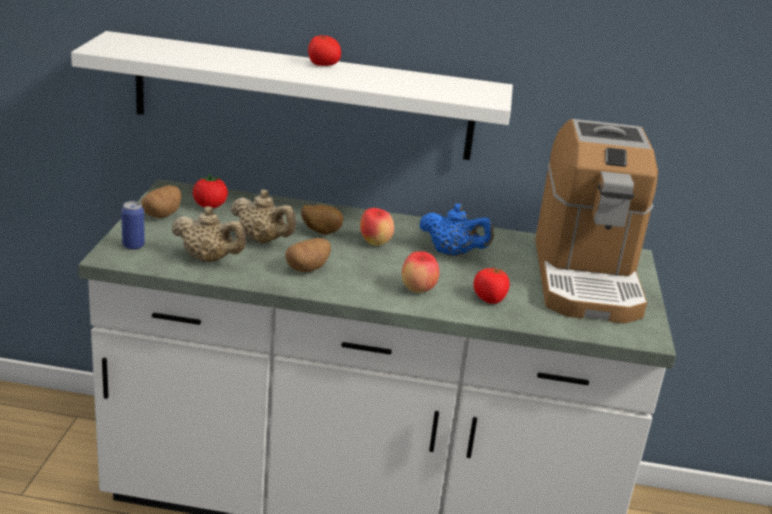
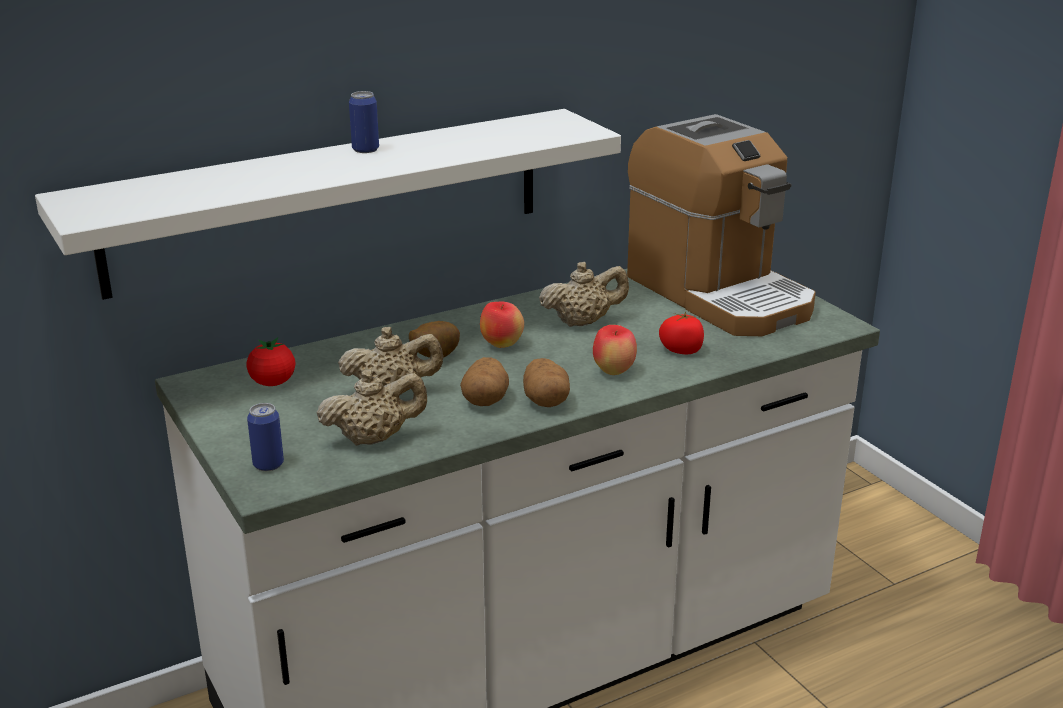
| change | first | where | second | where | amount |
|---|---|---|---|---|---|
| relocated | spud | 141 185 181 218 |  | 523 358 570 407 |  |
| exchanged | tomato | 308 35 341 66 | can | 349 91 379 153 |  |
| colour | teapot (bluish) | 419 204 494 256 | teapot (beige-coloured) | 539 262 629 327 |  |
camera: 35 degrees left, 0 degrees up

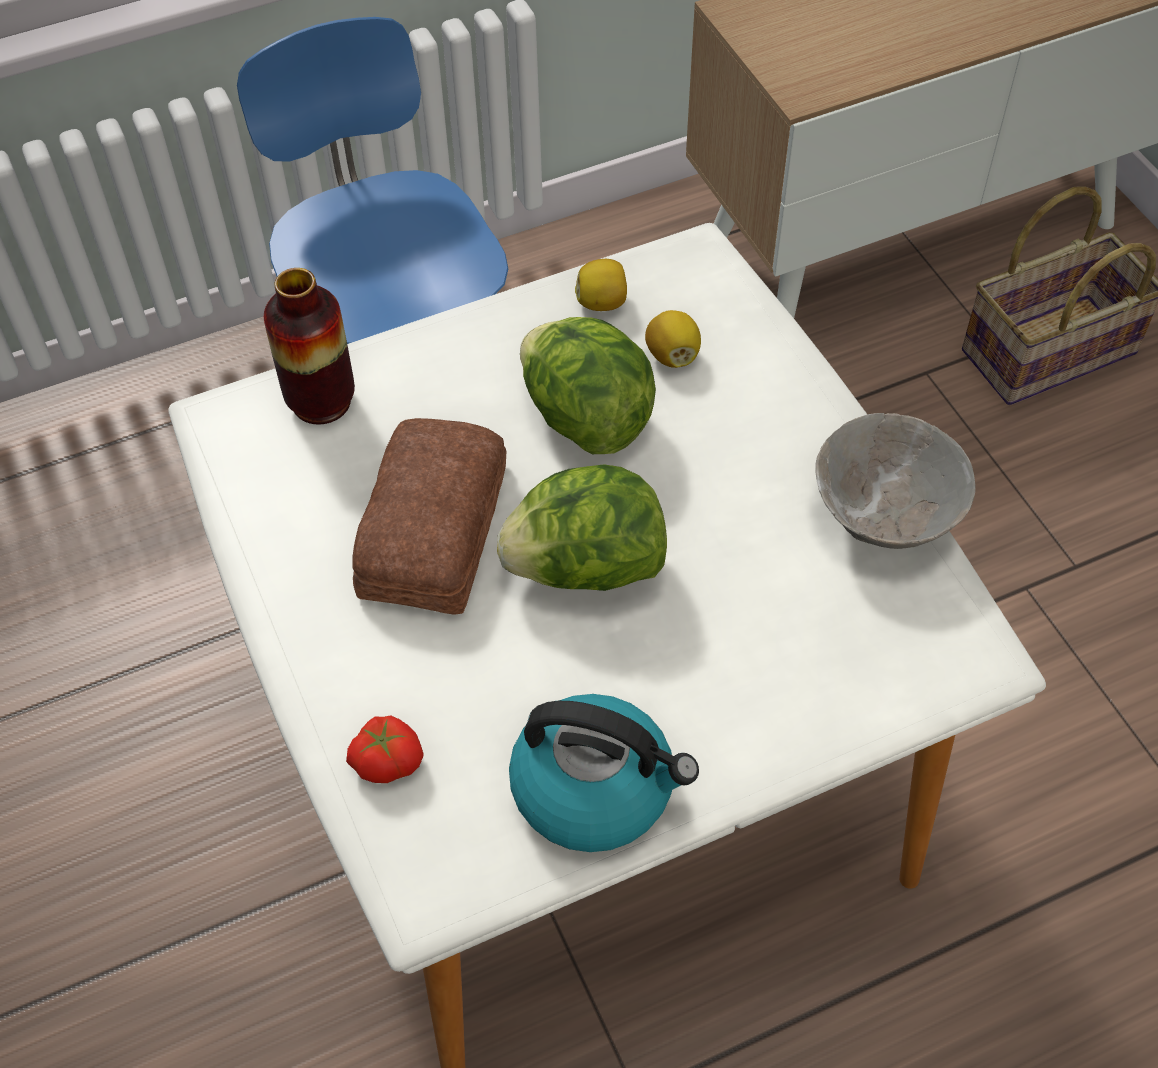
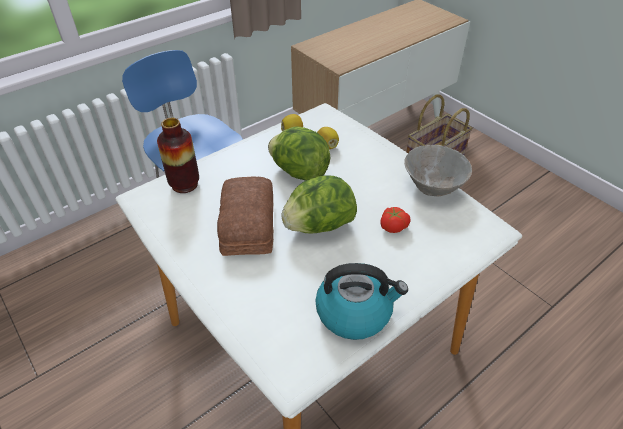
| change | first | where | second | where | amount |
|---|---|---|---|---|---|
| relocated | tomato | 346 715 424 783 |  | 380 207 411 233 |  |
camera: 15 degrees left, 10 degrees down

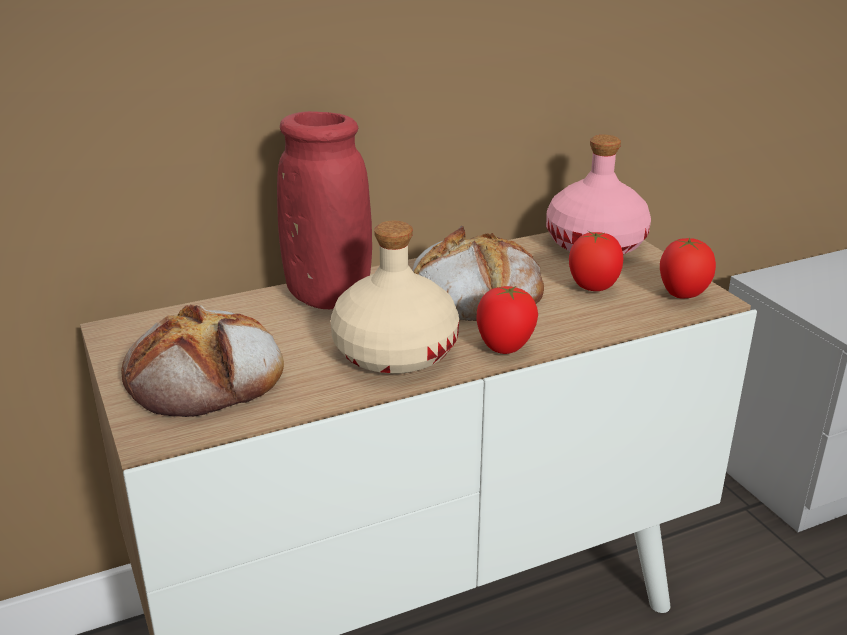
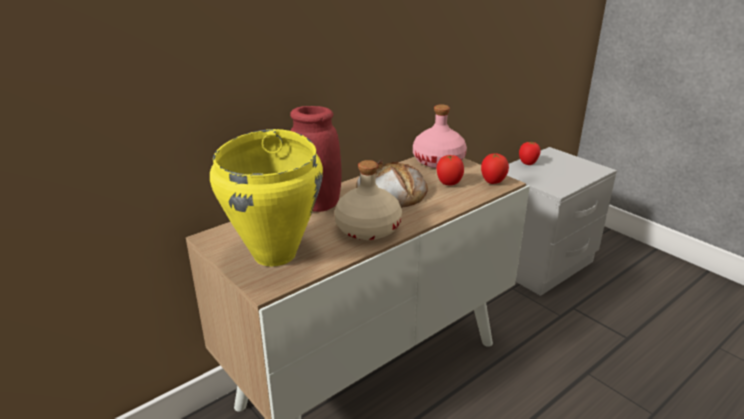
| change | first | where | second | where | amount |
|---|---|---|---|---|---|
| relocated | tomato | 477 286 538 354 |  | 519 142 540 165 |  |
| exchanged | baked bread | 121 305 284 417 | cooking pot (yellowish) | 210 129 323 266 |  |
camera: 15 degrees left, 0 degrees up

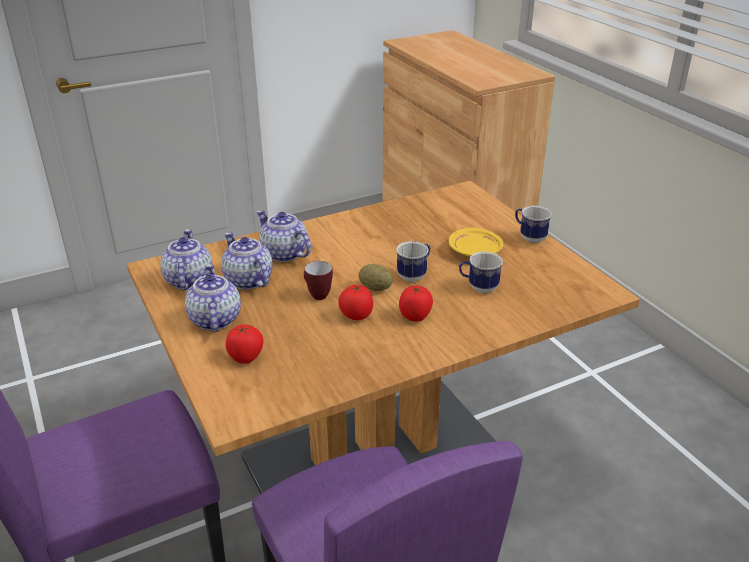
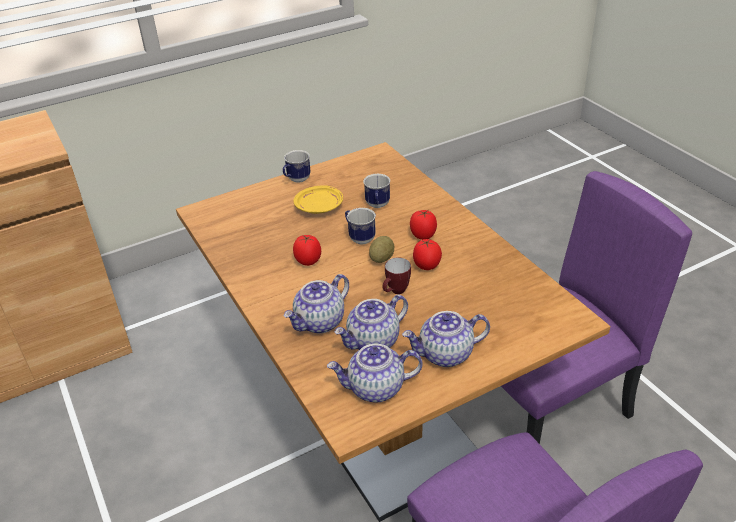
| change | first | where | second | where | amount |
|---|---|---|---|---|---|
| relocated | tomato | 226 324 263 364 |  | 293 235 321 266 |  |
camera: 90 degrees left, 5 degrees up

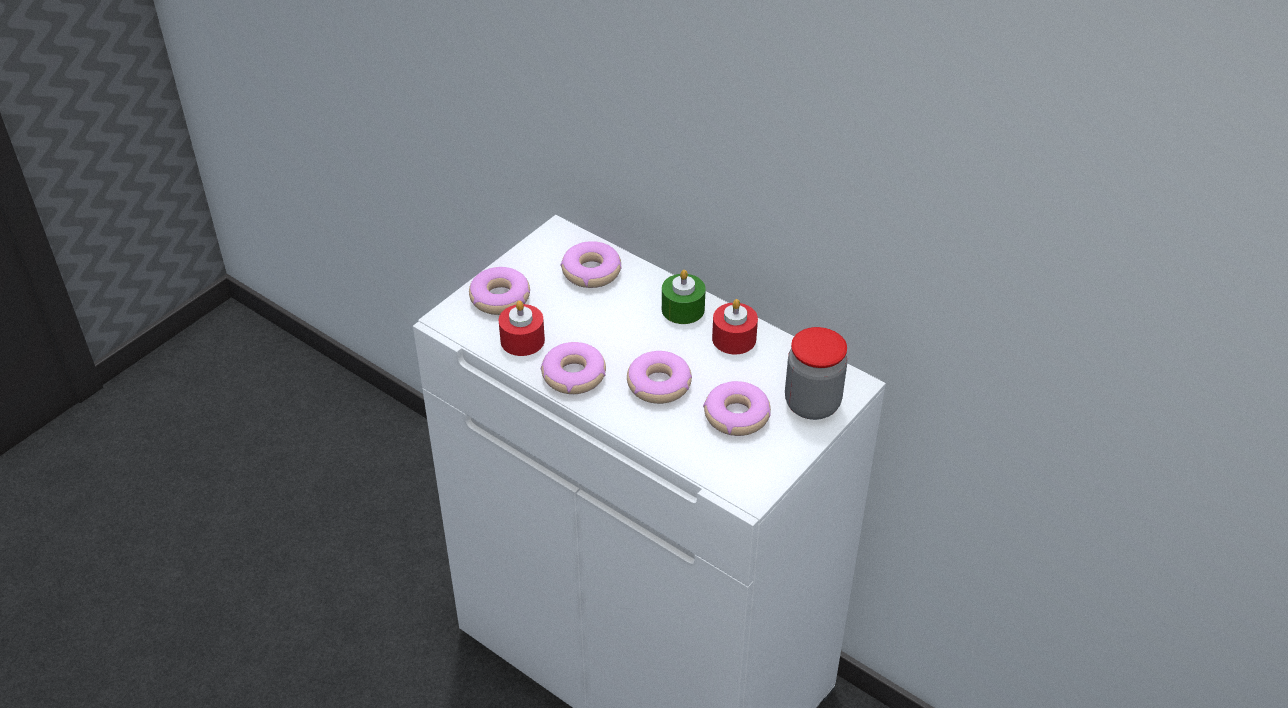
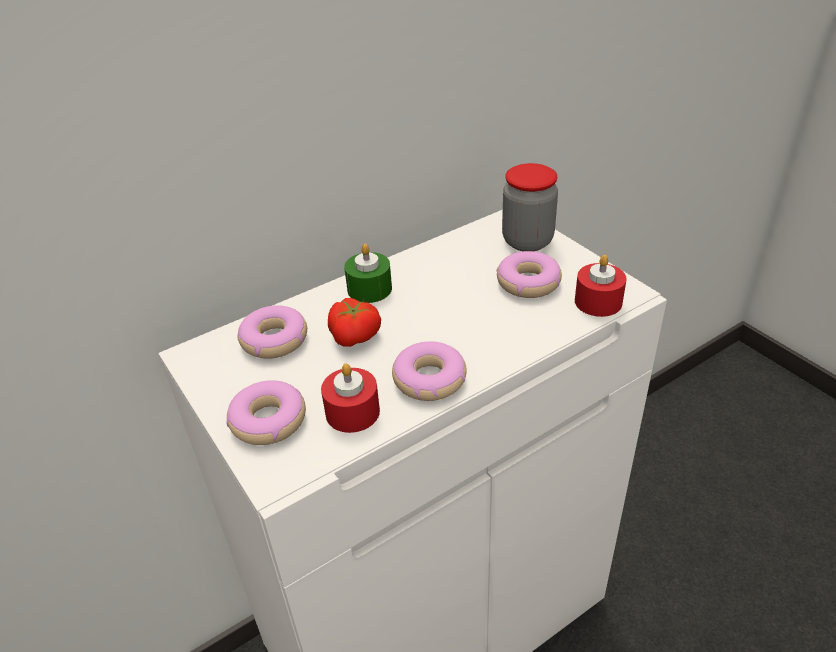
| change | first | where | second | where | amount |
|---|---|---|---|---|---|
| missing | donut | 627 351 692 404 |  |  |  |
| appeared |  |  | tomato | 328 298 381 347 |  |
| relocated | candle (red) | 712 299 758 354 |  | 575 255 627 317 |  |
camera: 70 degrees left, 5 degrees down

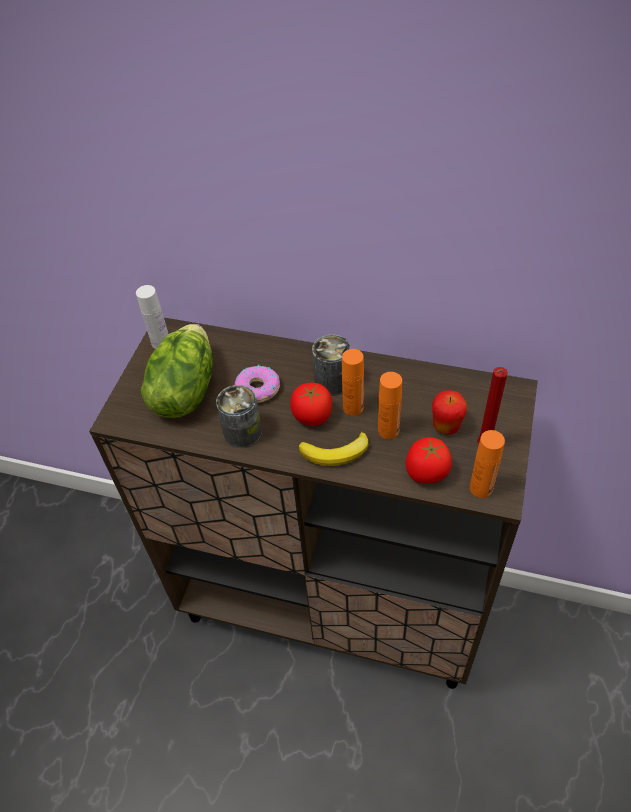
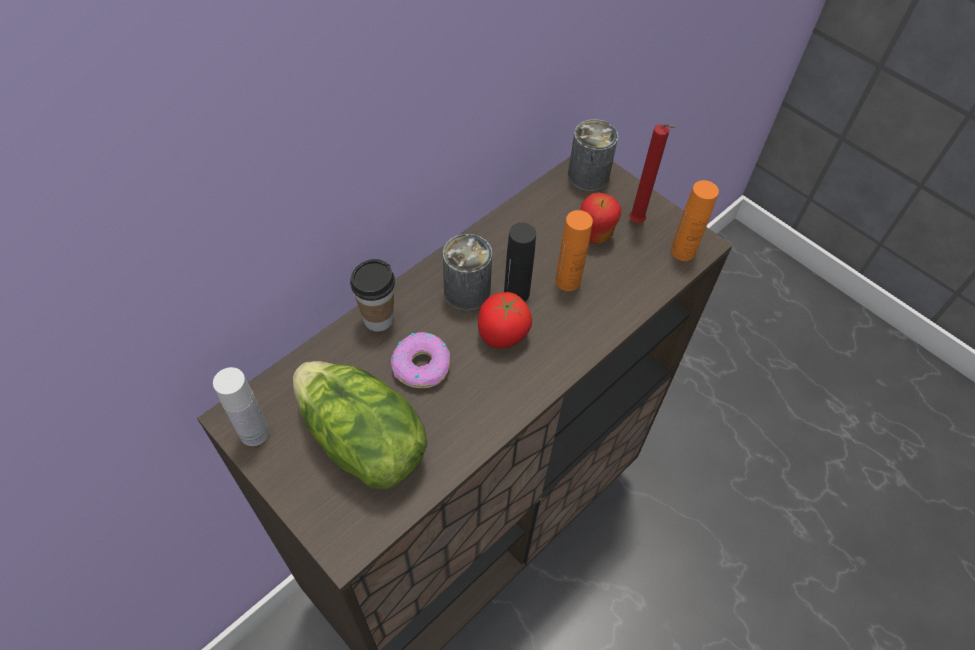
| change | first | where | second | where | amount |
|---|---|---|---|---|---|
| missing | banana | 299 432 368 466 |  |  |  |
| missing | tomato | 405 437 452 484 |  |  |  |
| appeared |  |  | small cup | 350 259 395 332 |  |
| relocated | can | 216 385 262 448 |  | 568 119 618 191 |  |
| colour | drink bottle (orangey) | 342 349 364 416 | drink bottle (blackish) | 504 223 536 301 |  |
camera: 65 degrees left, 5 degrees up

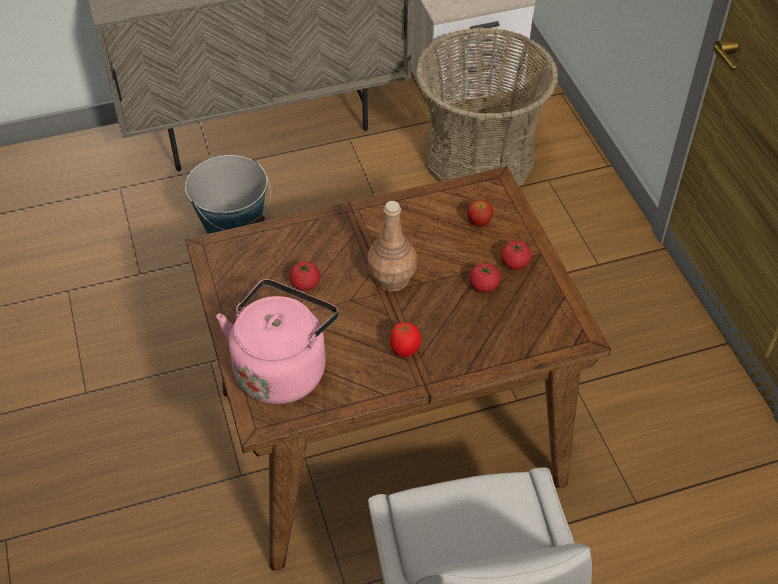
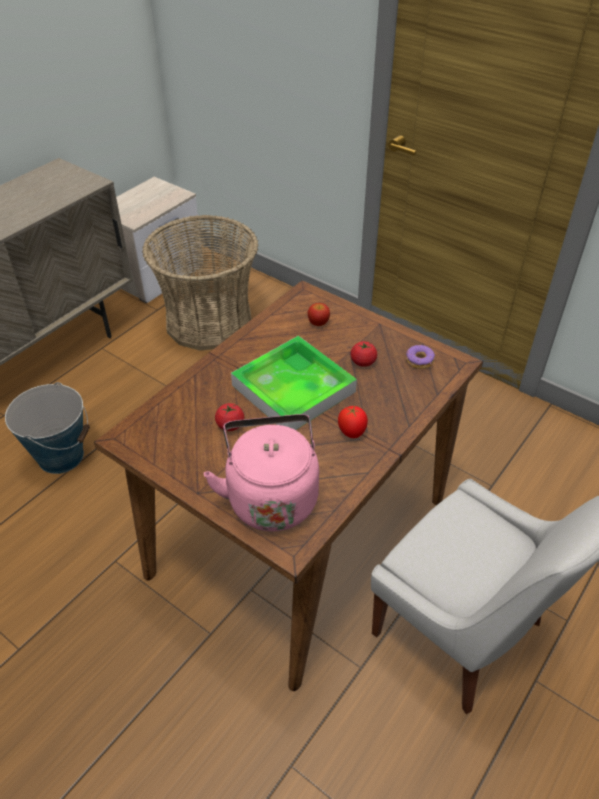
| change | first | where | second | where | amount |
|---|---|---|---|---|---|
| missing | tomato | 500 241 531 270 |  |  |  |
| appeared |  |  | donut | 406 345 435 369 |  |
| exchanged | drink bottle (brown) | 367 201 417 292 | tray | 231 336 357 430 |  |
camera: 35 degrees left, 5 degrees down

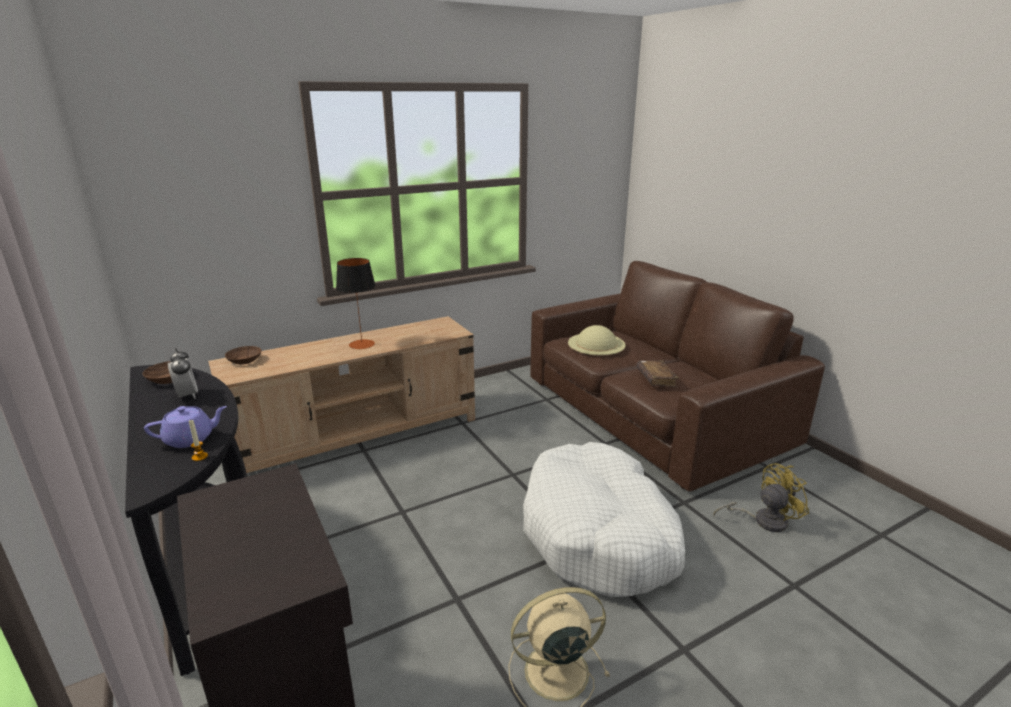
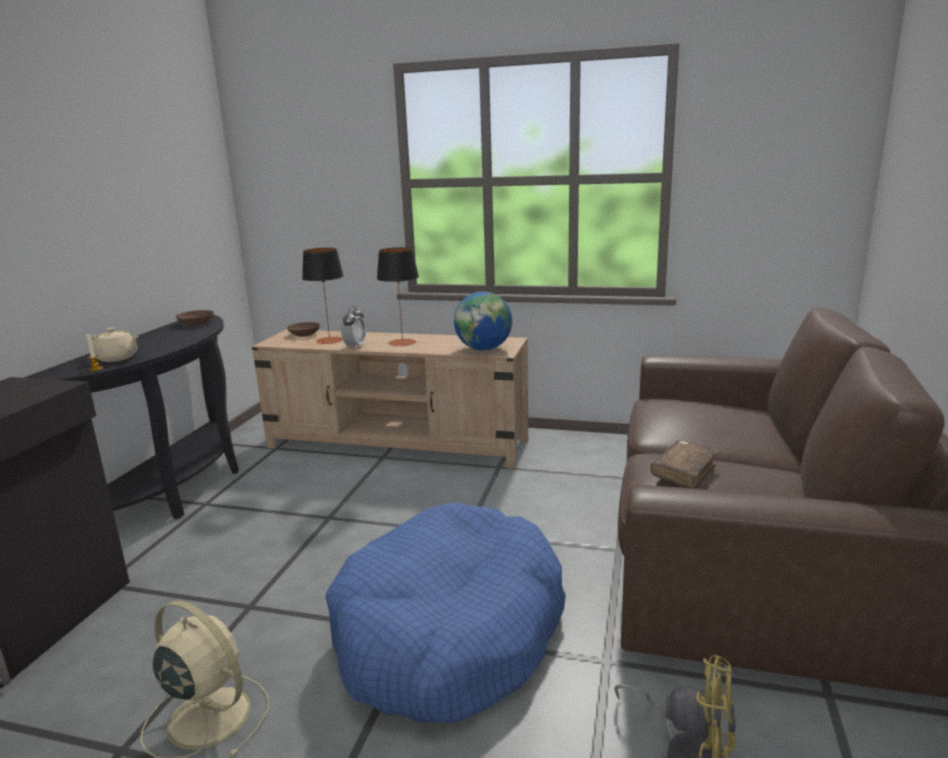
| change | first | where | second | where | amount |
|---|---|---|---|---|---|
| missing | wearable hat (beige-coloured) | 568 325 626 356 |  |  |  |
| appeared |  |  | lamp for a table | 302 248 344 344 |  |
| appeared |  |  | globe | 454 291 512 351 |  |
| relocated | alarm clock | 168 348 198 399 |  | 341 306 366 349 |  |
| colour | teapot (purple-coloured) | 144 406 227 448 | teapot (beige-coloured) | 91 327 139 362 |  |
| colour | dog cushion (whitish) | 523 442 685 597 | dog cushion (bluish) | 326 502 566 723 |  |
camera: 45 degrees right, 5 degrees down

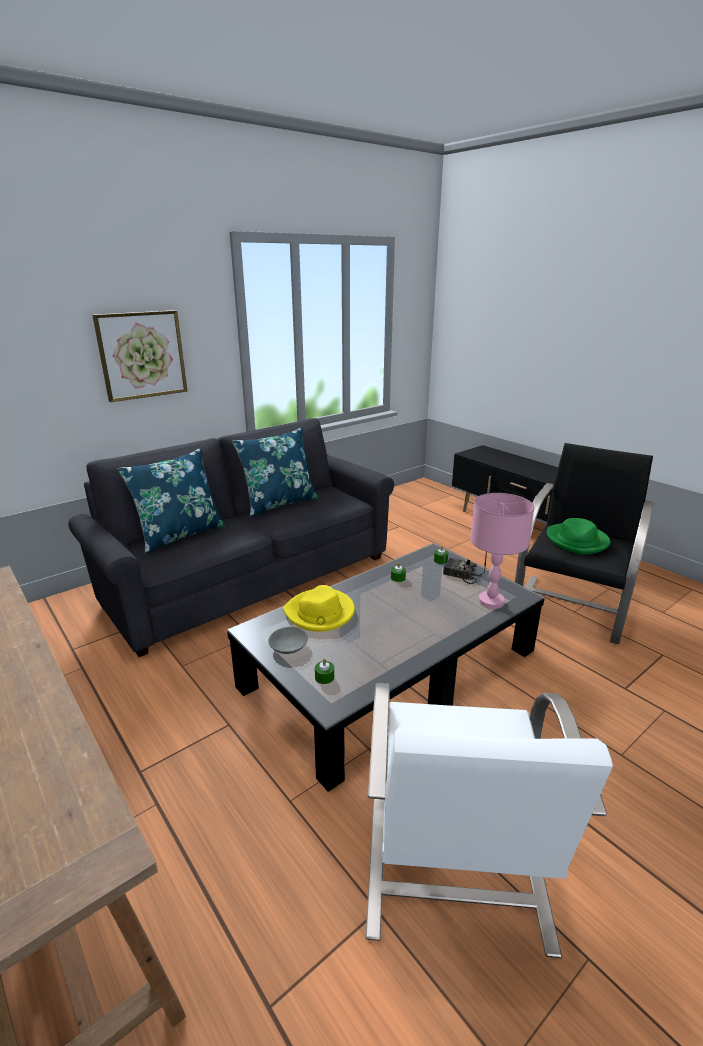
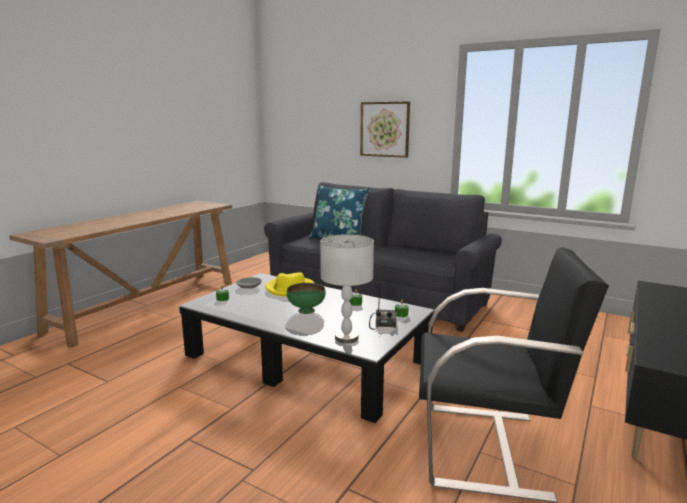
| change | first | where | second | where | amount |
|---|---|---|---|---|---|
| missing | throw pillow (bluish) | 232 428 318 517 |  |  |  |
| missing | lounge chair (whitish) | 365 683 613 958 |  |  |  |
| missing | wearable hat (green-coloured) | 547 518 610 554 |  |  |  |
| appeared |  |  | deep dish (green-coloured) | 287 283 326 314 |  |
| colour | lamp for a table (pink-coloured) | 470 493 534 609 | lamp for a table (gray) | 320 234 374 344 |  |
camera: 70 degrees right, 10 degrees down

